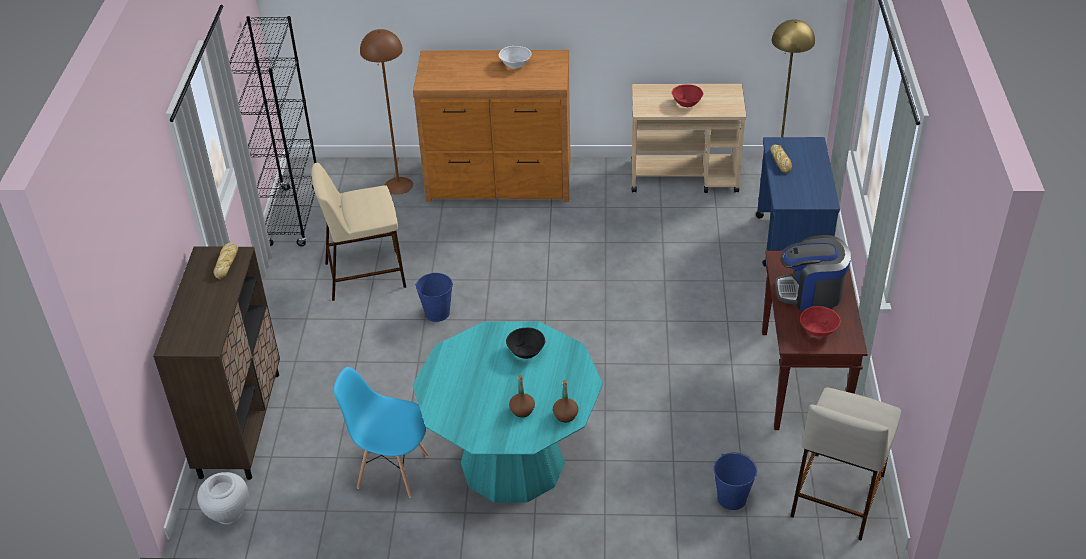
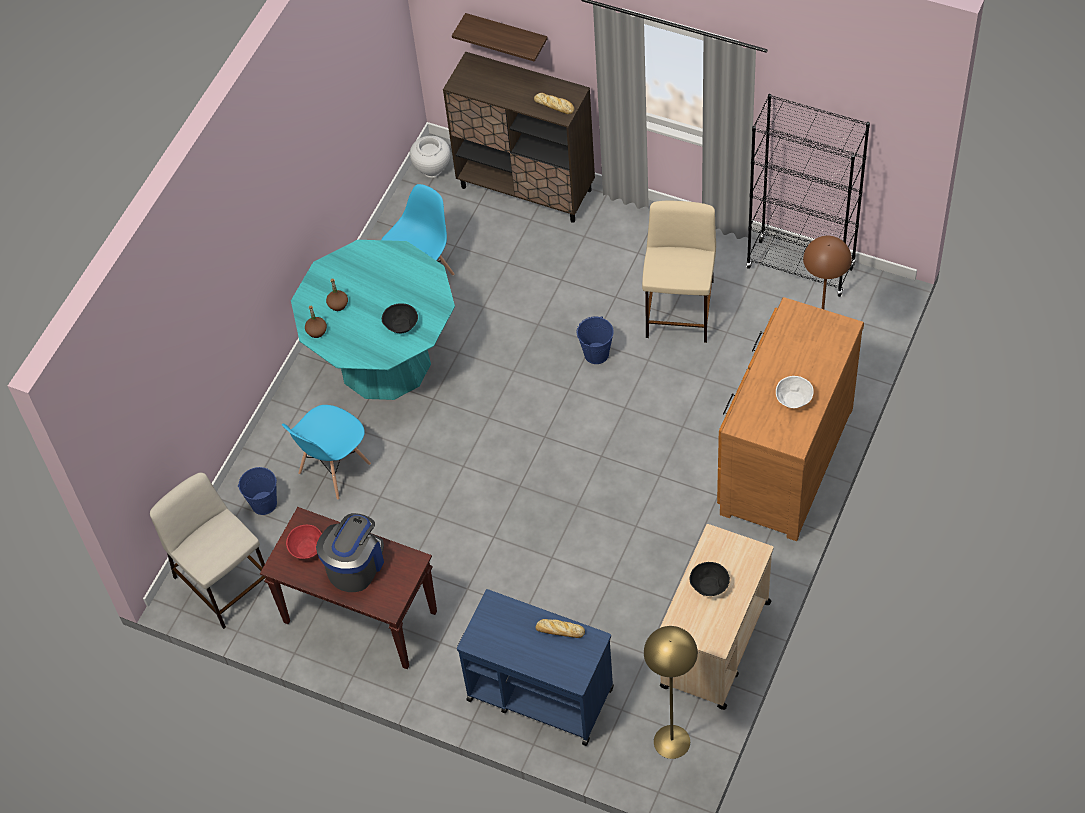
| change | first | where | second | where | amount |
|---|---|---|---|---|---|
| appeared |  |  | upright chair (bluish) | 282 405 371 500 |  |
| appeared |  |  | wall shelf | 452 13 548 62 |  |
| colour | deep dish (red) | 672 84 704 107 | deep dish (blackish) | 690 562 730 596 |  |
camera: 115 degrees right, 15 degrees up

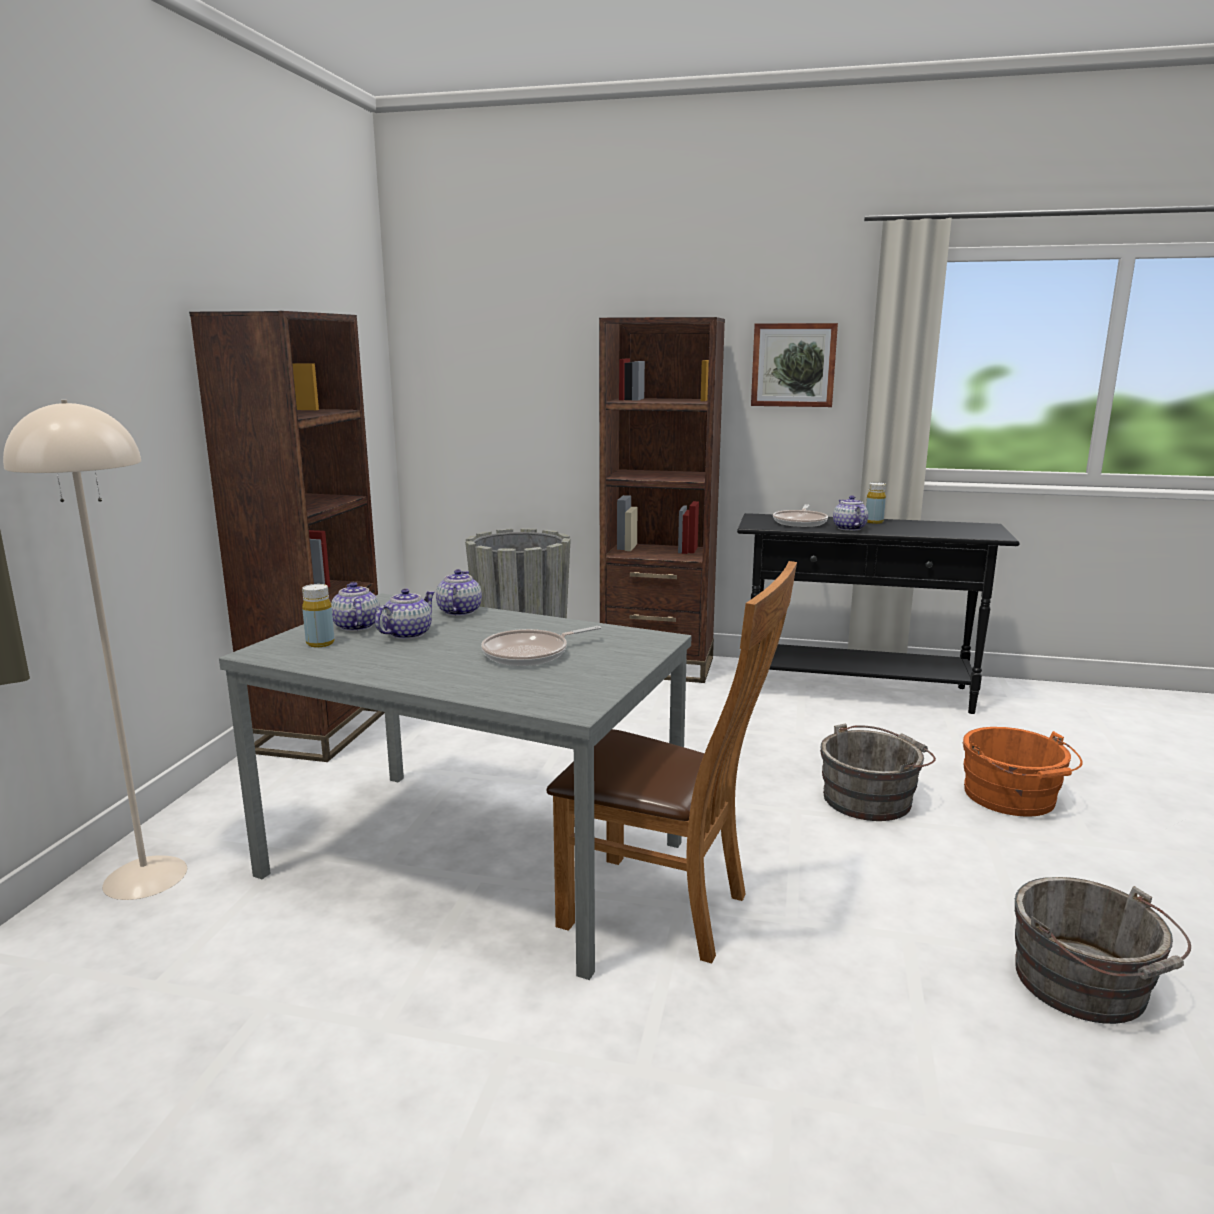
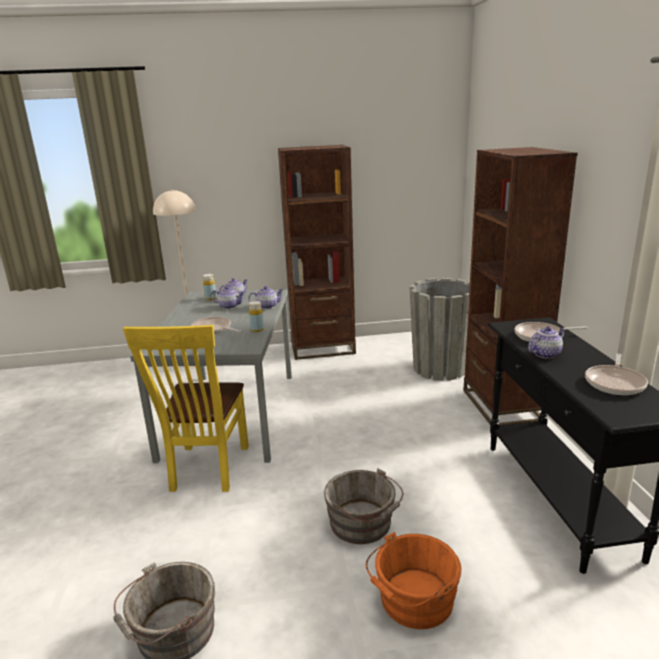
| change | first | where | second | where | amount |
|---|---|---|---|---|---|
| missing | picture | 751 323 838 407 |  |  |  |
| appeared |  |  | pan | 585 354 648 395 |  |
| relocated | drink bottle (yellowish) | 866 482 886 524 |  | 249 301 264 332 |  |
| colour | upright chair (brown) | 547 561 797 963 | upright chair (yellowish) | 123 325 249 492 |  |
camera: 70 degrees right, 5 degrees up

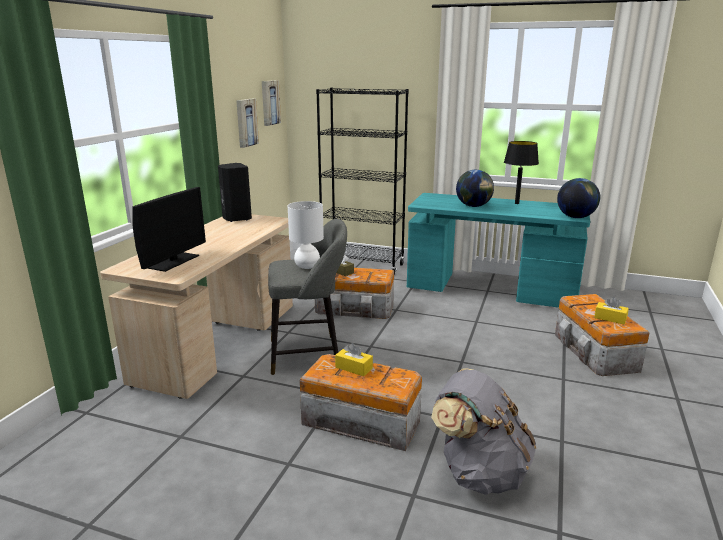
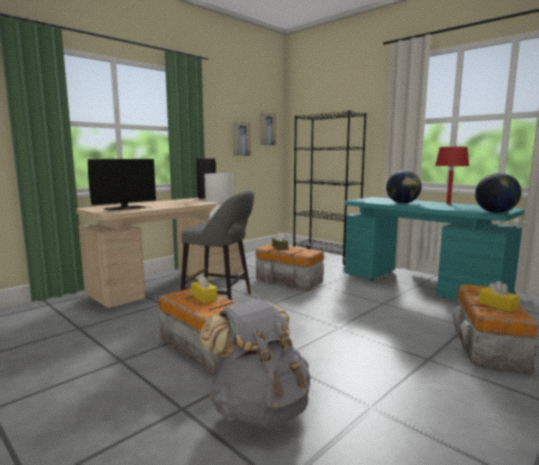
| change | first | where | second | where | amount |
|---|---|---|---|---|---|
| colour | lamp for a table (blackish) | 504 141 539 204 | lamp for a table (red) | 435 147 469 205 |  |
camera: 25 degrees right, 10 degrees down

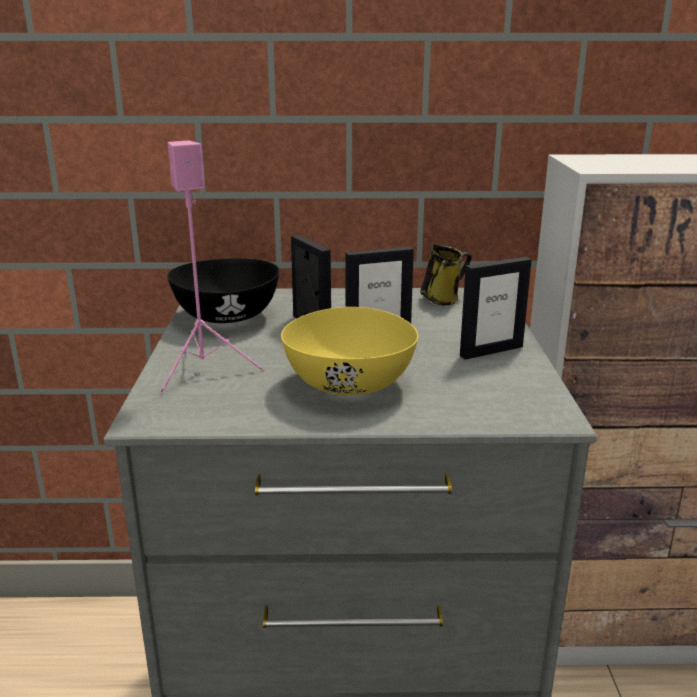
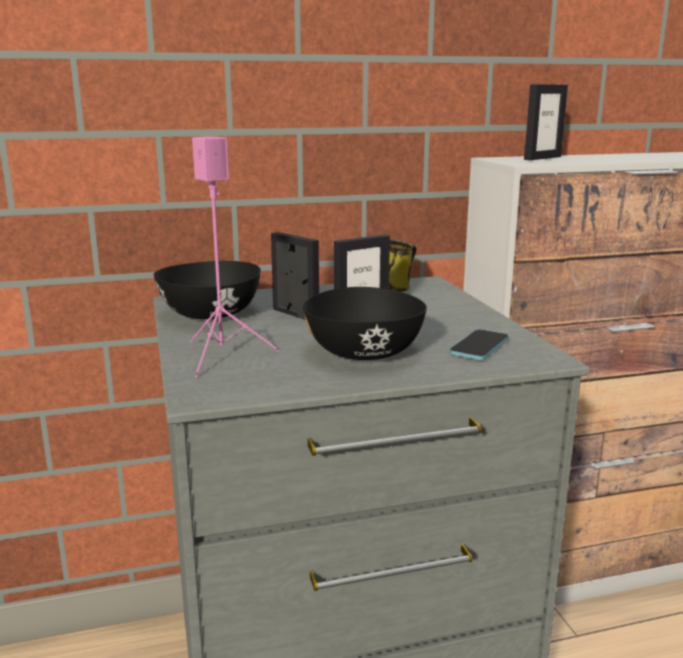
| change | first | where | second | where | amount |
|---|---|---|---|---|---|
| appeared |  |  | handset | 449 329 509 360 |  |
| relocated | picture frame | 460 257 532 360 |  | 524 84 568 160 |  |
| colour | deep dish (yellowish) | 281 307 418 395 | deep dish (blackish) | 303 287 427 360 |  |
camera: 15 degrees left, 5 degrees down

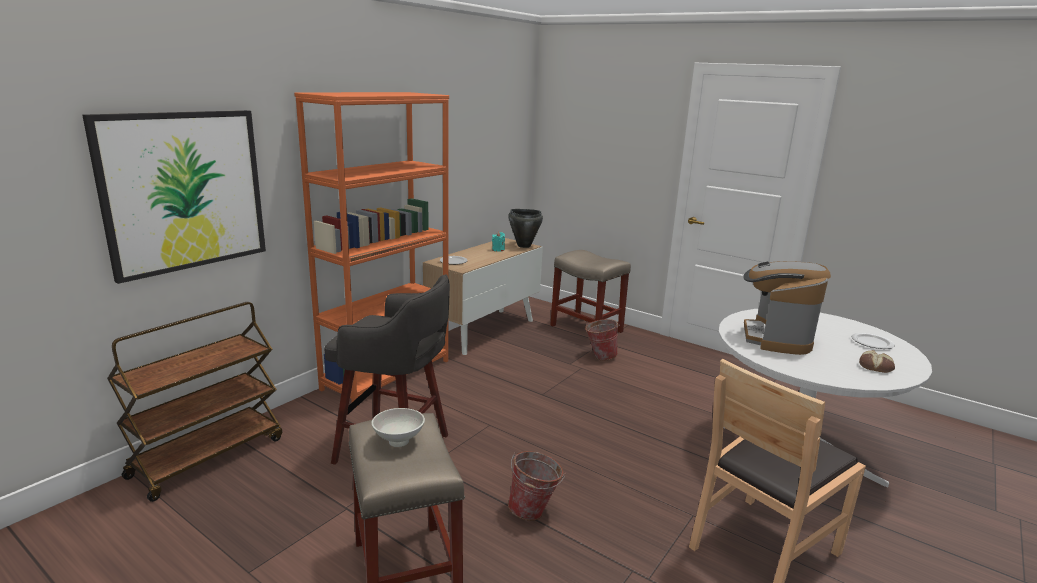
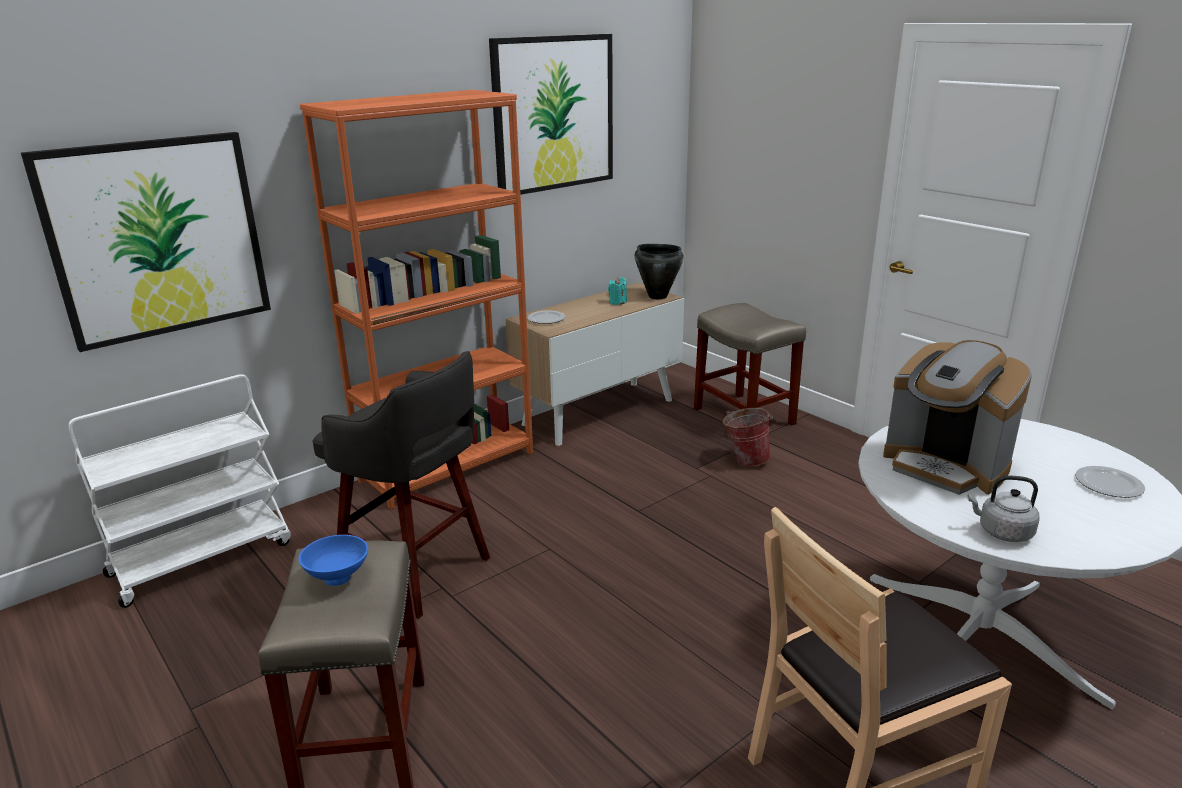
| change | first | where | second | where | amount |
|---|---|---|---|---|---|
| missing | pail | 508 451 565 521 |  |  |  |
| missing | baked bread | 859 350 895 373 |  |  |  |
| appeared |  |  | picture | 489 34 613 195 |  |
| appeared |  |  | kettle (gray) | 967 475 1039 542 |  |
| colour | wheeled cart (brown) | 107 302 282 502 | wheeled cart (whitish) | 69 374 291 608 |  |
| colour | deep dish (whitish) | 372 408 425 447 | deep dish (bluish) | 299 535 368 586 |  |
| spun | coffee maker | 743 261 831 355 |  | 883 340 1032 495 | 75 degrees counterclockwise |
camera: 15 degrees right, 5 degrees up

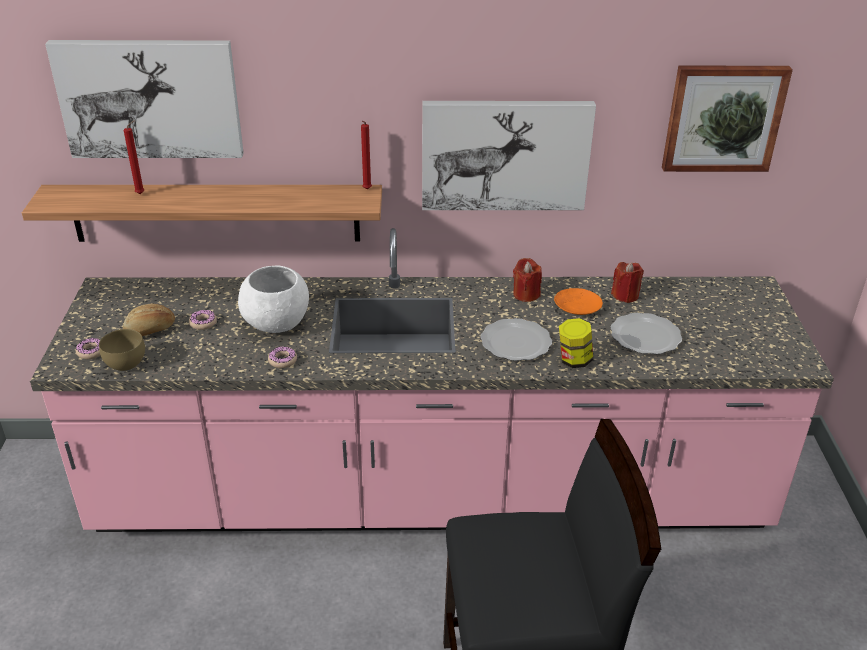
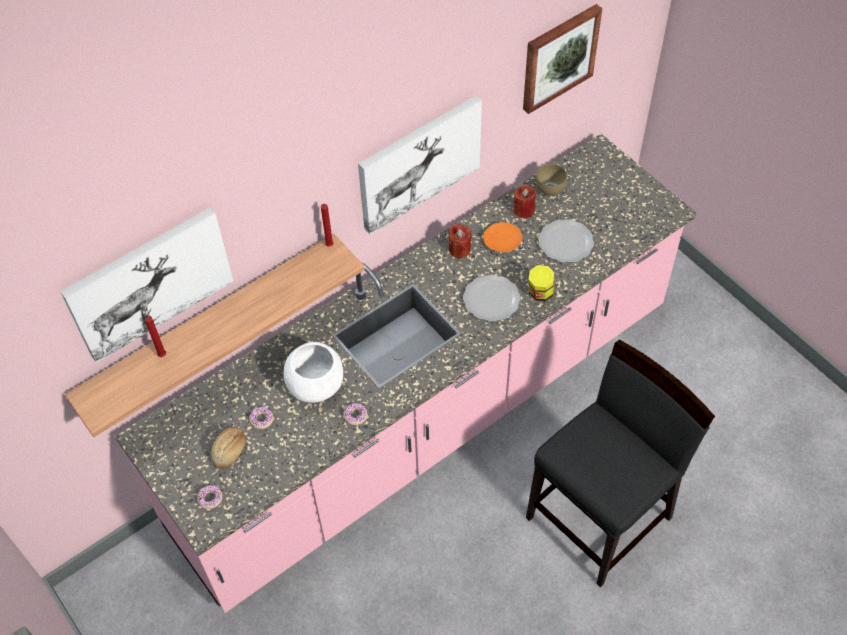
| change | first | where | second | where | amount |
|---|---|---|---|---|---|
| relocated | deep dish (brown) | 99 329 145 371 |  | 536 164 567 195 |  |
camera: 35 degrees left, 20 degrees up

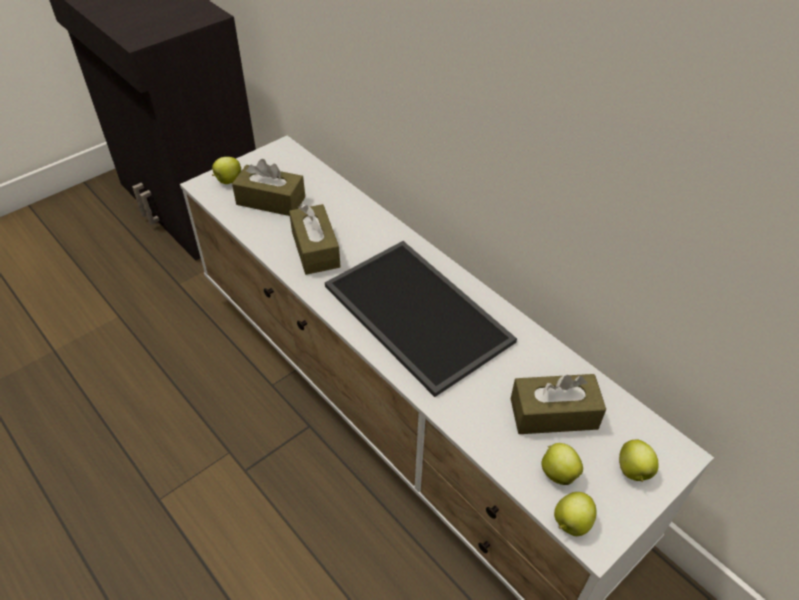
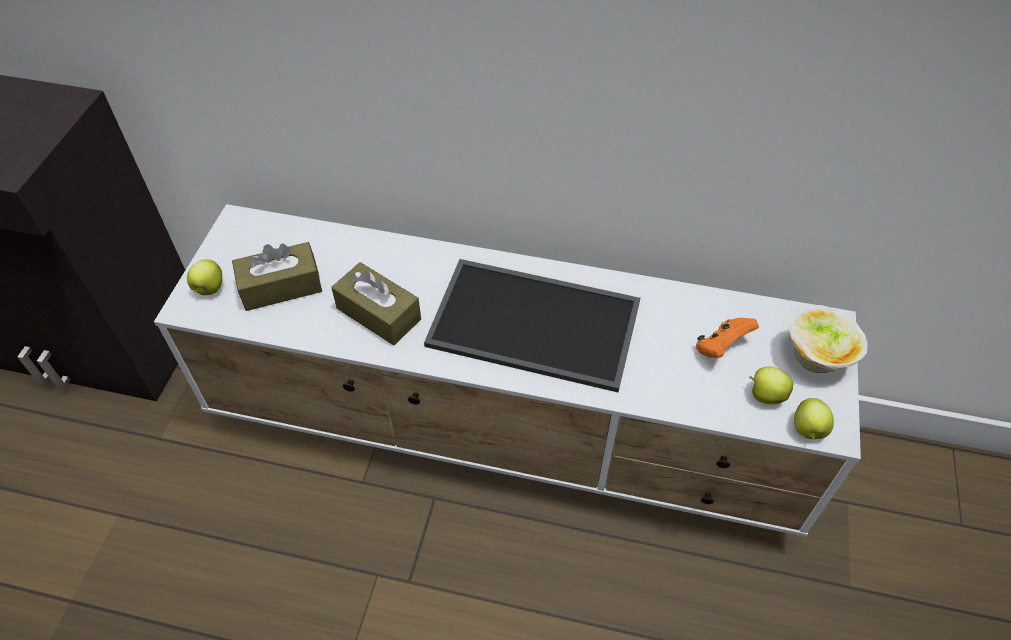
| change | first | where | second | where | amount |
|---|---|---|---|---|---|
| exchanged | tissue box (brown) | 511 374 606 434 | game controller (orangey) | 696 318 759 358 |  |
| exchanged | apple | 619 439 659 482 | deep dish | 788 305 868 373 |  |
camera: 35 degrees left, 5 degrees up

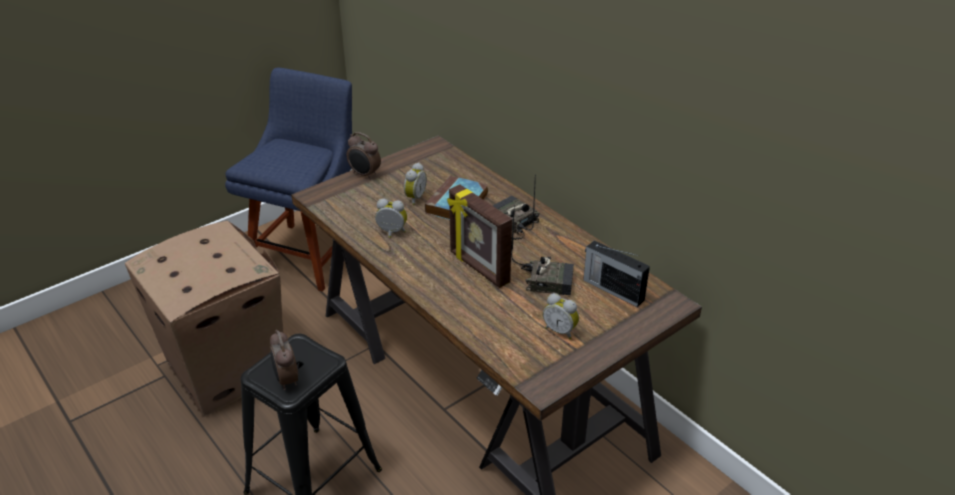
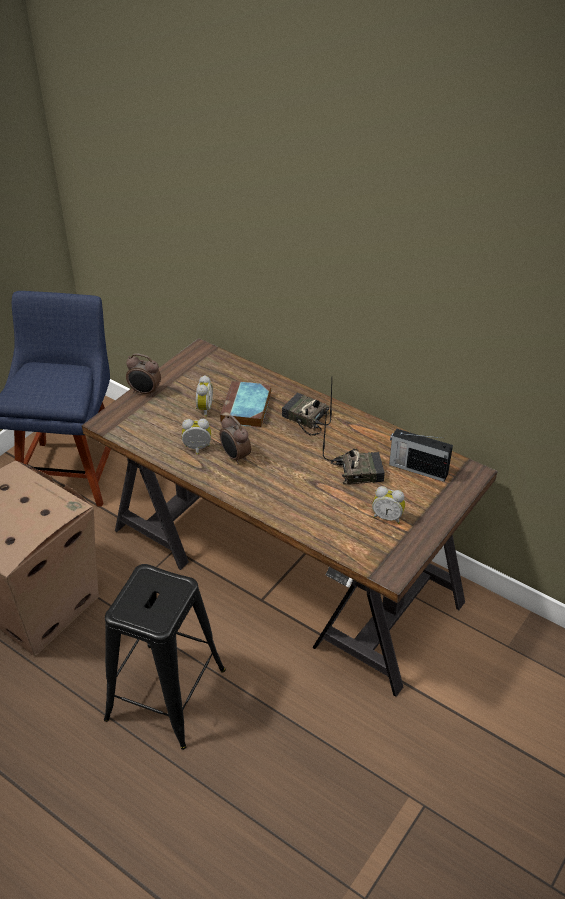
| change | first | where | second | where | amount |
|---|---|---|---|---|---|
| missing | picture frame | 447 184 512 288 |  |  |  |
| relocated | alarm clock | 270 330 298 390 |  | 220 415 251 464 |  |
camera: 15 degrees left, 5 degrees up

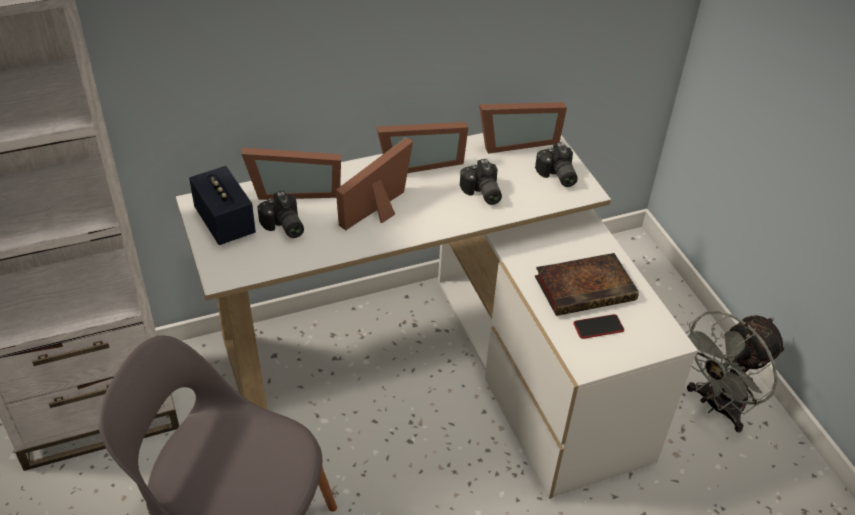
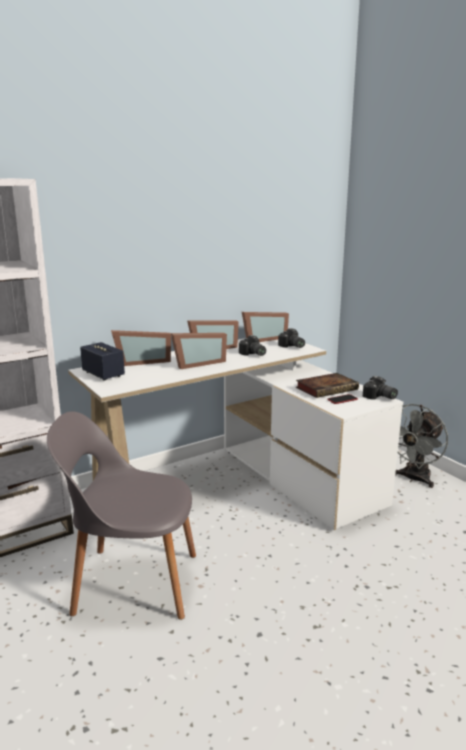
| change | first | where | second | where | amount |
|---|---|---|---|---|---|
| relocated | photo camera | 258 191 304 238 |  | 363 376 398 400 |  |
| spun | picture frame | 336 137 413 230 |  | 171 333 227 369 | 150 degrees counterclockwise |
camera: 10 degrees left, 25 degrees down

